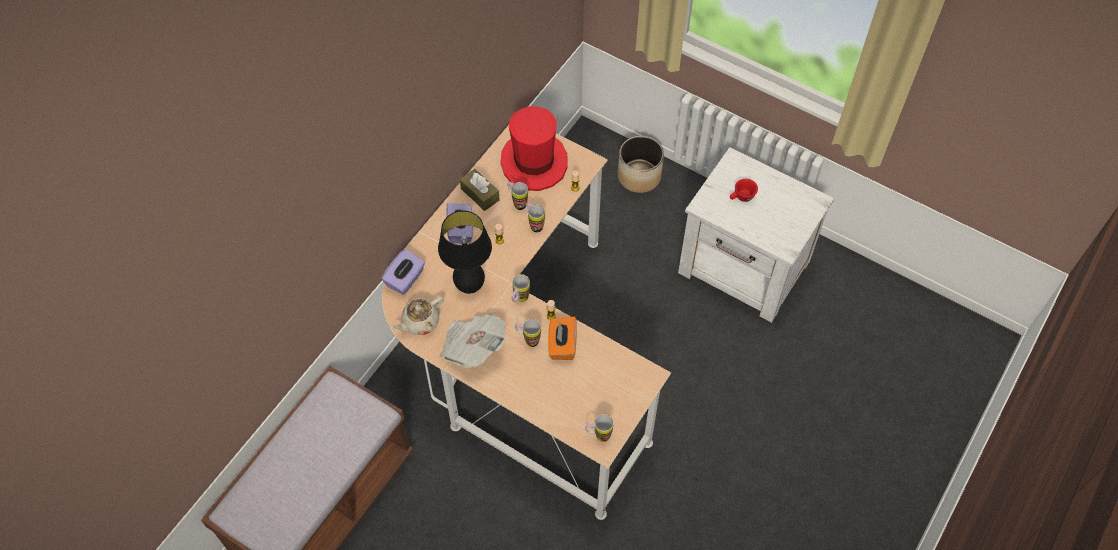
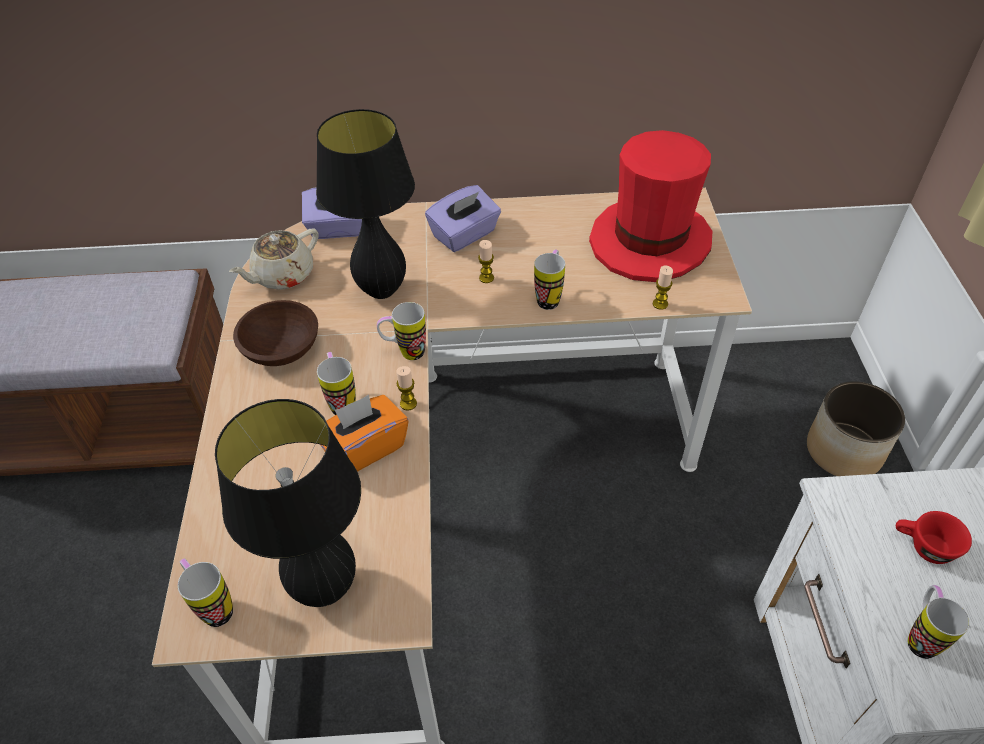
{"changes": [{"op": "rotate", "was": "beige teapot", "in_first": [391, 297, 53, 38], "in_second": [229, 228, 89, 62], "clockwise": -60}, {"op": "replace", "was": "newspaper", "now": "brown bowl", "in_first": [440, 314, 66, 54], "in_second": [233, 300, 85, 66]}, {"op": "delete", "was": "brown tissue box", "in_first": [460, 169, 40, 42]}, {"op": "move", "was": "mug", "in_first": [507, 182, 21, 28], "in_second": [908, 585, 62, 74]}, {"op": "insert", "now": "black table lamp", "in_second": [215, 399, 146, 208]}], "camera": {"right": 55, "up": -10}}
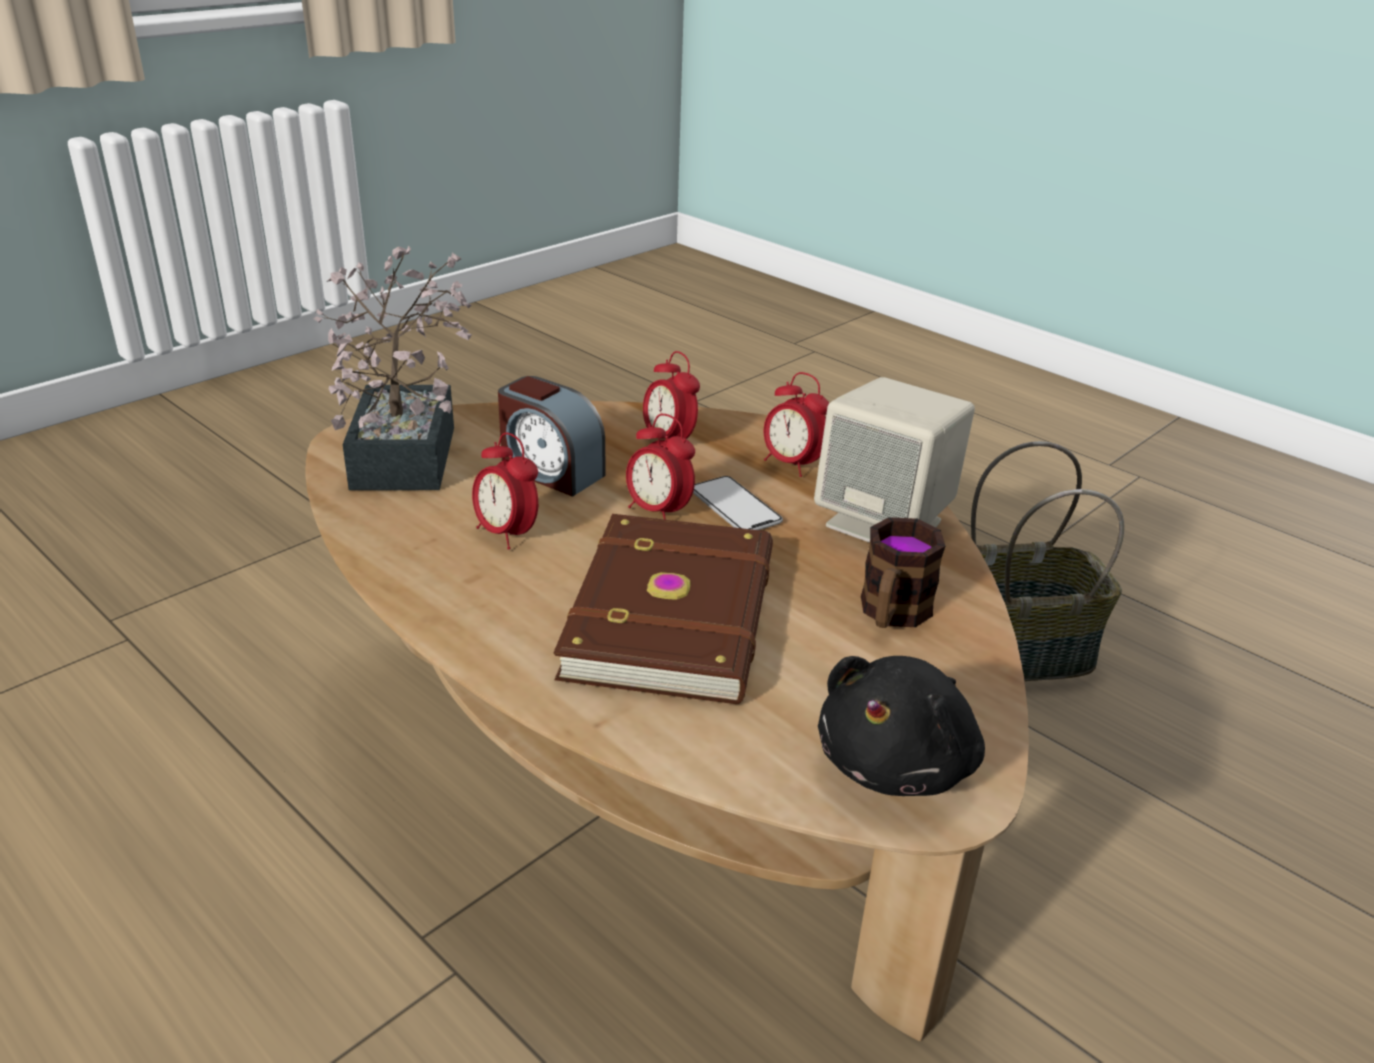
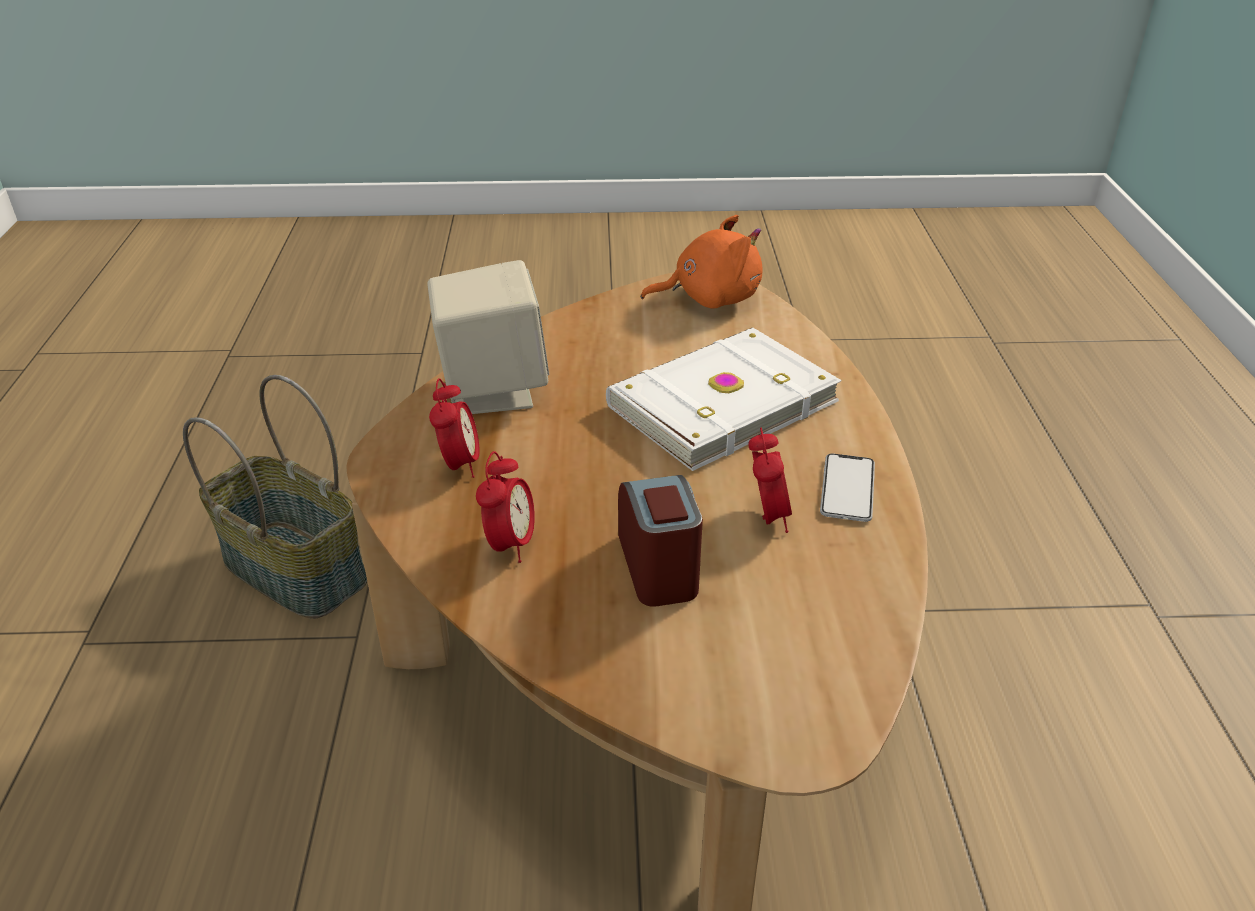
{"changes": [{"op": "delete", "was": "potted plant", "in_first": [313, 245, 159, 245]}, {"op": "recolor", "was": "brown book", "now": "white book", "in_first": [553, 514, 220, 190], "in_second": [606, 328, 236, 143]}, {"op": "delete", "was": "alarm clock", "in_first": [626, 414, 69, 106]}, {"op": "move", "was": "phone", "in_first": [693, 476, 90, 54], "in_second": [820, 453, 55, 69]}, {"op": "recolor", "was": "black plush toy", "now": "orange plush toy", "in_first": [818, 656, 167, 140], "in_second": [641, 215, 122, 94]}, {"op": "delete", "was": "mug", "in_first": [861, 517, 84, 111]}], "camera": {"right": -135, "up": 5}}
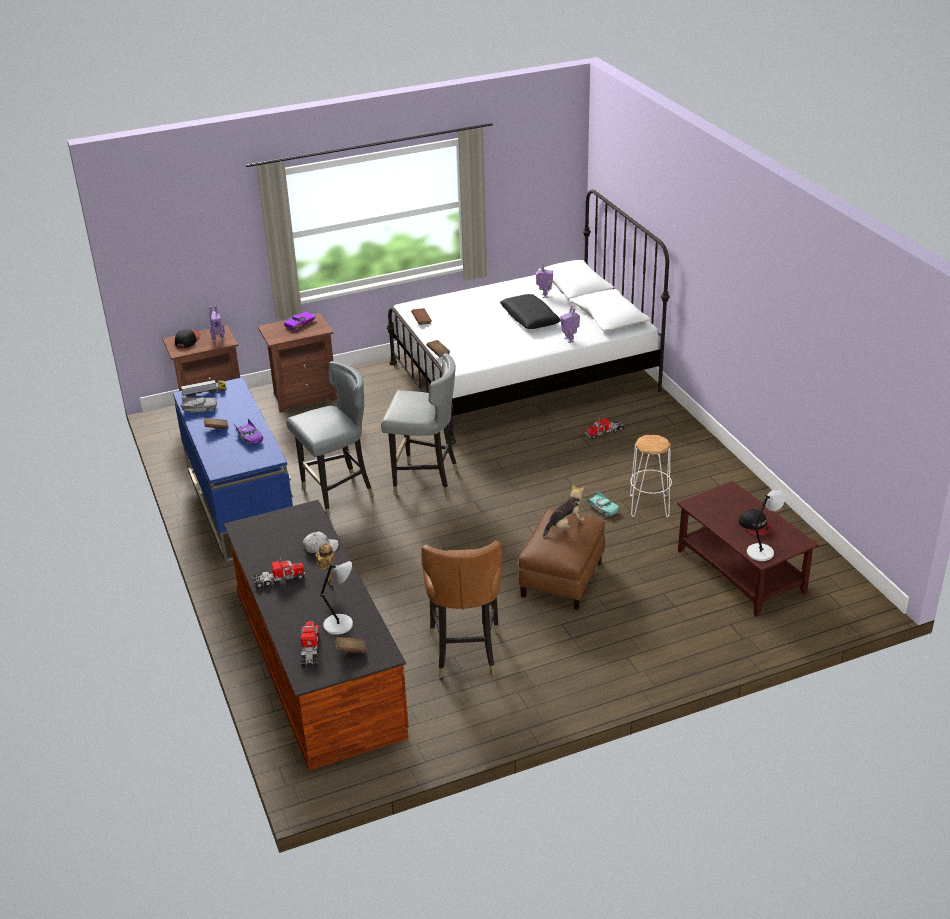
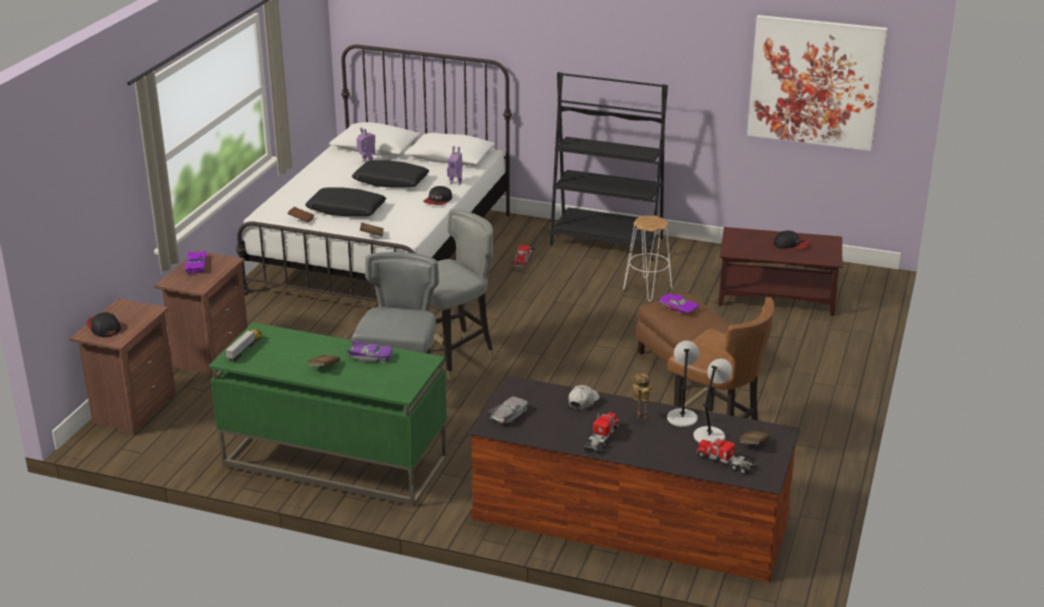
{"changes": [{"op": "recolor", "was": "blue desk", "now": "green desk", "in_first": [173, 377, 120, 187], "in_second": [209, 322, 238, 185]}, {"op": "move", "was": "grey toy car", "in_first": [180, 397, 37, 16], "in_second": [488, 396, 41, 28]}, {"op": "delete", "was": "toy robot", "in_first": [209, 306, 16, 36]}, {"op": "replace", "was": "plush toy", "now": "purple toy car", "in_first": [543, 484, 41, 53], "in_second": [659, 293, 40, 21]}, {"op": "delete", "was": "turquoise toy car", "in_first": [585, 490, 34, 27]}, {"op": "move", "was": "grey table lamp", "in_first": [747, 490, 38, 71], "in_second": [667, 341, 32, 86]}, {"op": "insert", "now": "black pillow", "in_second": [305, 187, 81, 29]}, {"op": "insert", "now": "cap", "in_second": [423, 186, 29, 19]}, {"op": "insert", "now": "black bookcase", "in_second": [550, 72, 118, 189]}, {"op": "insert", "now": "picture", "in_second": [747, 15, 140, 136]}], "camera": {"right": -50, "up": -5}}
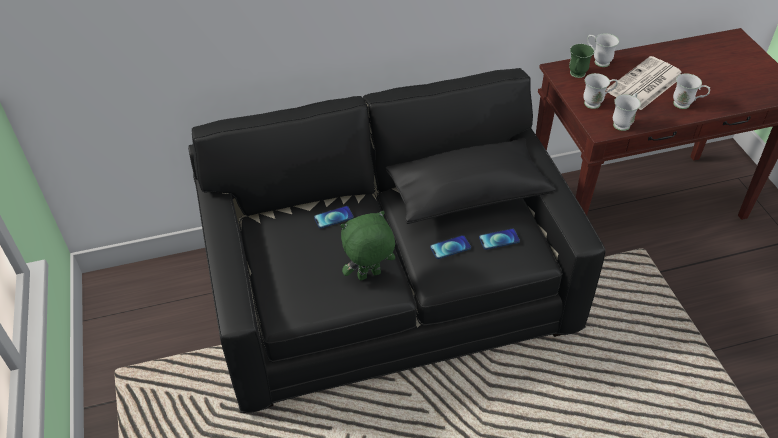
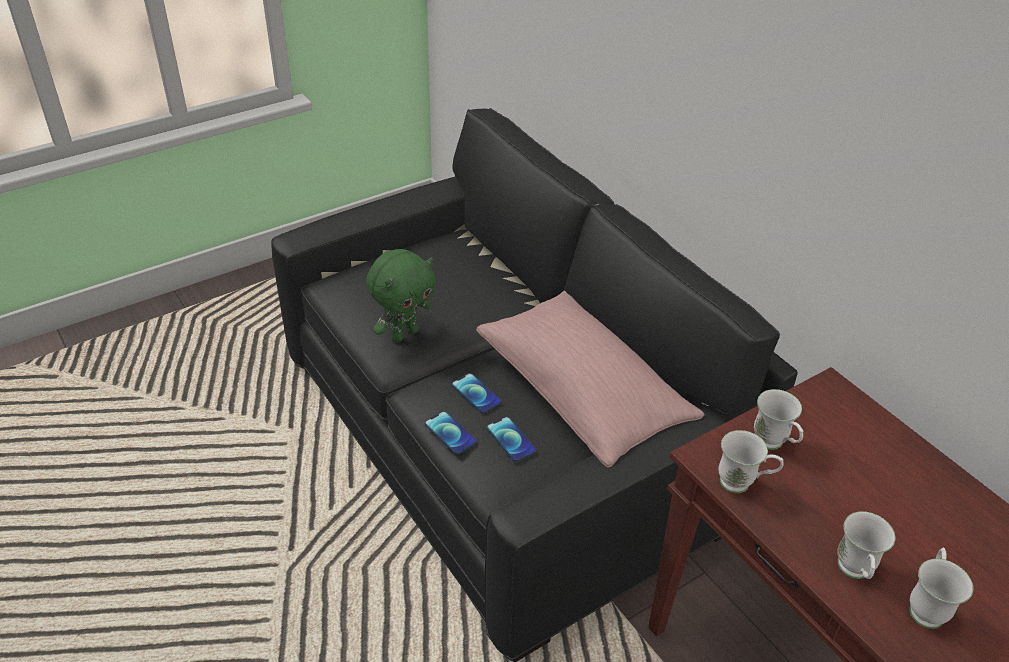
{"changes": [{"op": "move", "was": "phone", "in_first": [314, 206, 40, 22], "in_second": [425, 411, 51, 44]}, {"op": "rotate", "was": "green plush toy", "in_first": [340, 211, 55, 70], "in_second": [366, 249, 70, 93], "clockwise": 90}, {"op": "recolor", "was": "black pillow", "now": "pink pillow", "in_first": [385, 138, 171, 86], "in_second": [476, 291, 229, 177]}, {"op": "delete", "was": "green mug", "in_first": [569, 44, 25, 34]}, {"op": "move", "was": "white mug", "in_first": [587, 33, 32, 34], "in_second": [909, 547, 64, 82]}, {"op": "delete", "was": "newspaper", "in_first": [606, 56, 75, 54]}], "camera": {"right": 70, "up": -5}}
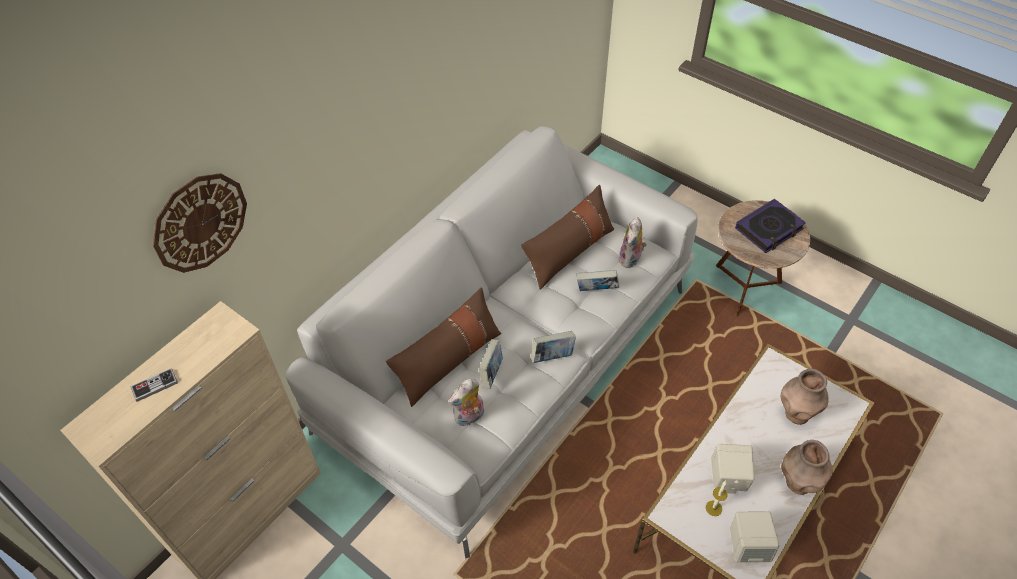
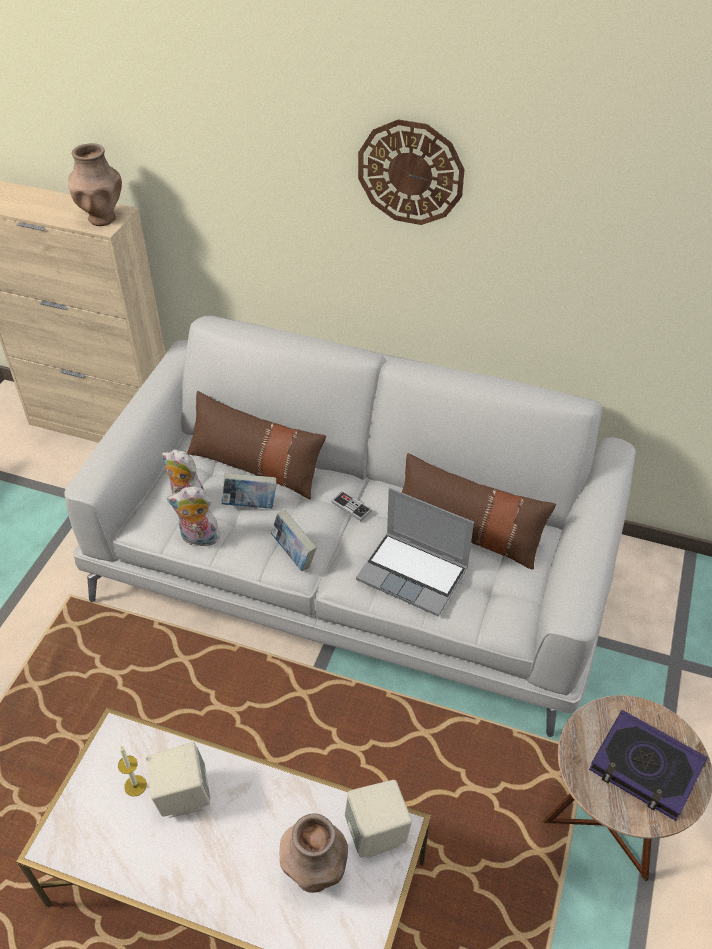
{"changes": [{"op": "move", "was": "game controller", "in_first": [131, 368, 47, 34], "in_second": [331, 491, 41, 30]}, {"op": "move", "was": "wall clock", "in_first": [153, 173, 94, 100], "in_second": [358, 119, 107, 106]}, {"op": "replace", "was": "book", "now": "laptop", "in_first": [576, 270, 43, 21], "in_second": [356, 488, 118, 128]}, {"op": "move", "was": "plush toy", "in_first": [619, 217, 28, 51], "in_second": [167, 487, 55, 60]}, {"op": "move", "was": "beige speaker", "in_first": [730, 512, 50, 50], "in_second": [345, 780, 67, 78]}, {"op": "move", "was": "brown vase", "in_first": [781, 440, 52, 55], "in_second": [68, 143, 54, 83]}], "camera": {"right": 70, "up": -5}}
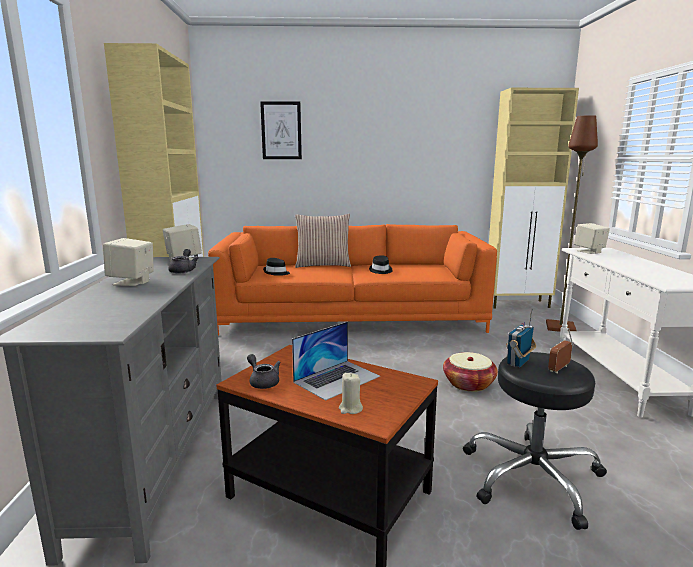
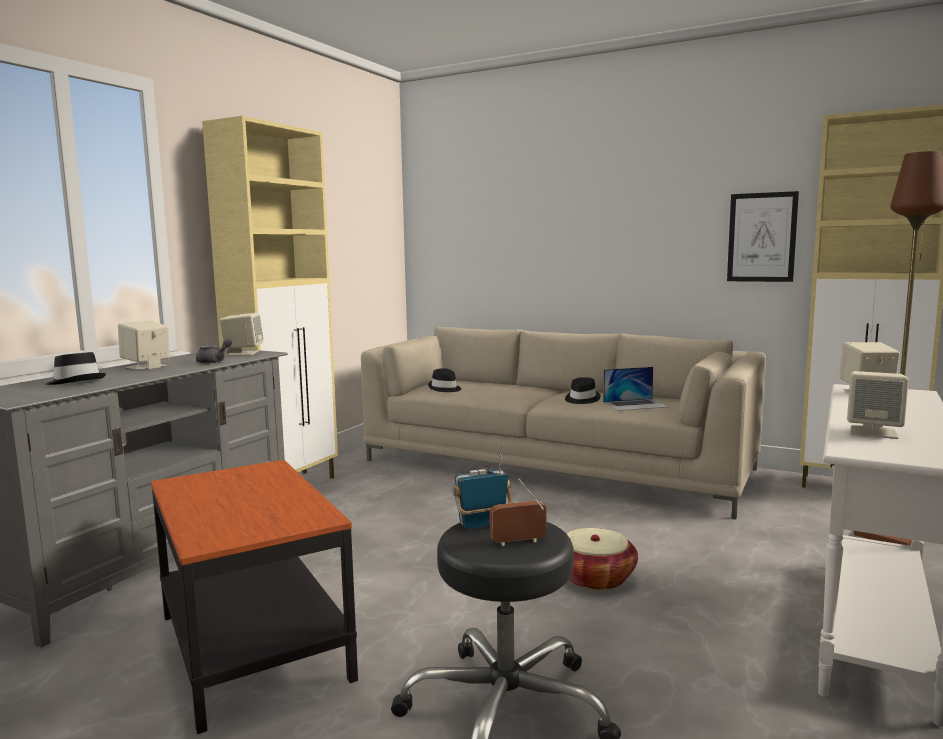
{"changes": [{"op": "recolor", "was": "orange sofa", "now": "beige sofa", "in_first": [208, 224, 289, 112], "in_second": [361, 327, 405, 192]}, {"op": "delete", "was": "grey teapot", "in_first": [247, 354, 34, 35]}, {"op": "move", "was": "picture", "in_first": [260, 101, 42, 58], "in_second": [727, 191, 72, 91]}, {"op": "move", "was": "laptop", "in_first": [292, 322, 88, 79], "in_second": [603, 367, 66, 44]}, {"op": "delete", "was": "pillow", "in_first": [295, 214, 56, 54]}, {"op": "delete", "was": "beige candle", "in_first": [339, 373, 24, 41]}, {"op": "insert", "now": "black hat", "in_second": [46, 352, 60, 33]}, {"op": "insert", "now": "beige speaker", "in_second": [847, 371, 62, 68]}], "camera": {"right": 30, "up": -5}}
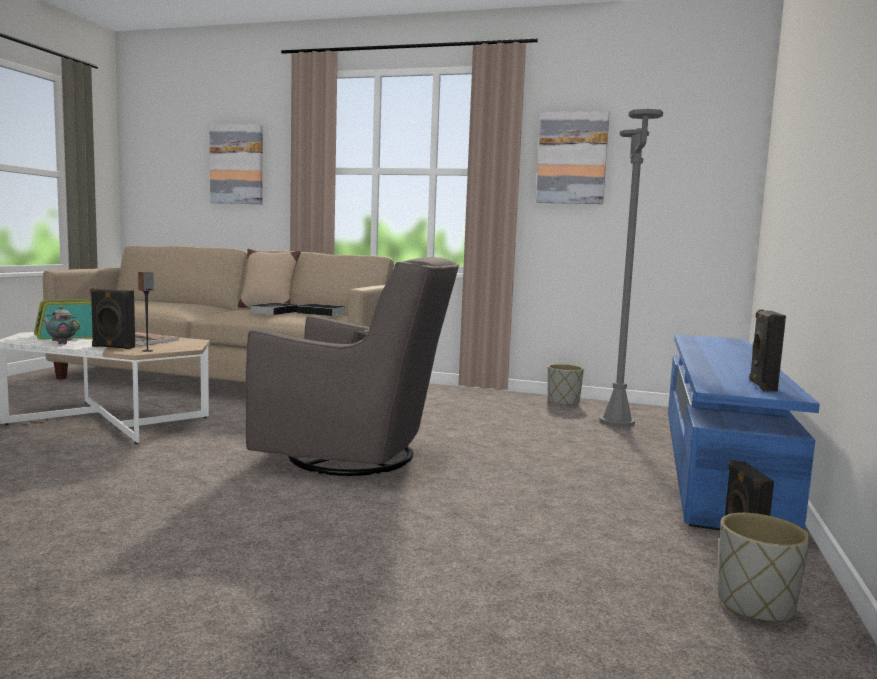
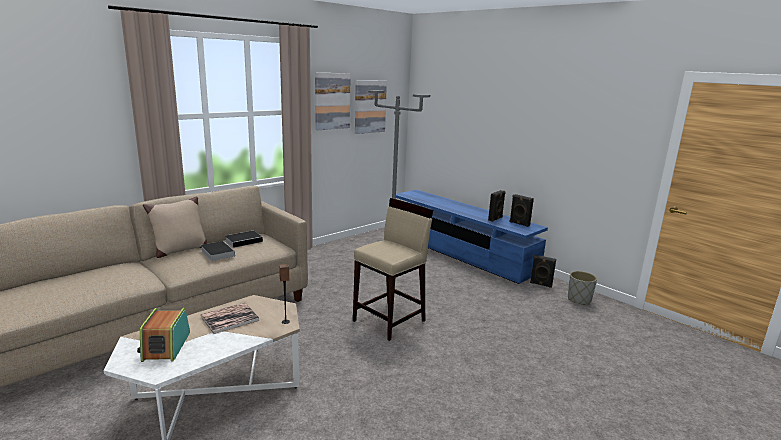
{"changes": [{"op": "delete", "was": "teapot", "in_first": [42, 306, 38, 39]}, {"op": "move", "was": "black speaker", "in_first": [90, 289, 45, 60], "in_second": [488, 190, 17, 32]}, {"op": "move", "was": "picture", "in_first": [210, 124, 53, 80], "in_second": [355, 81, 32, 53]}, {"op": "replace", "was": "grey armchair", "now": "beige stool", "in_first": [246, 257, 213, 219], "in_second": [353, 198, 80, 143]}, {"op": "delete", "was": "grey planter", "in_first": [548, 364, 36, 42]}], "camera": {"right": -60, "up": 10}}
